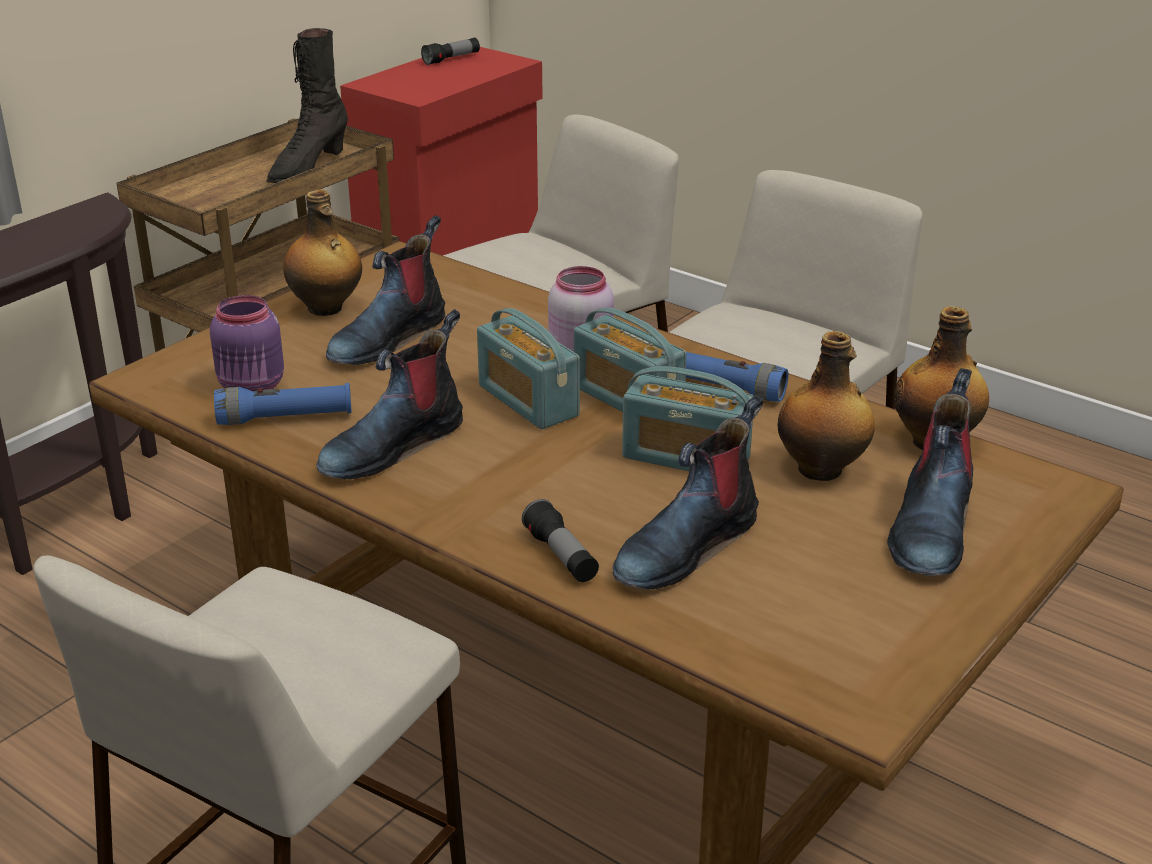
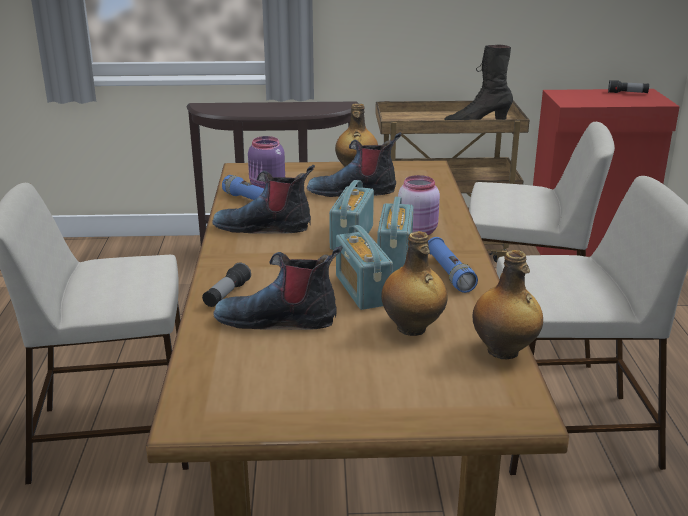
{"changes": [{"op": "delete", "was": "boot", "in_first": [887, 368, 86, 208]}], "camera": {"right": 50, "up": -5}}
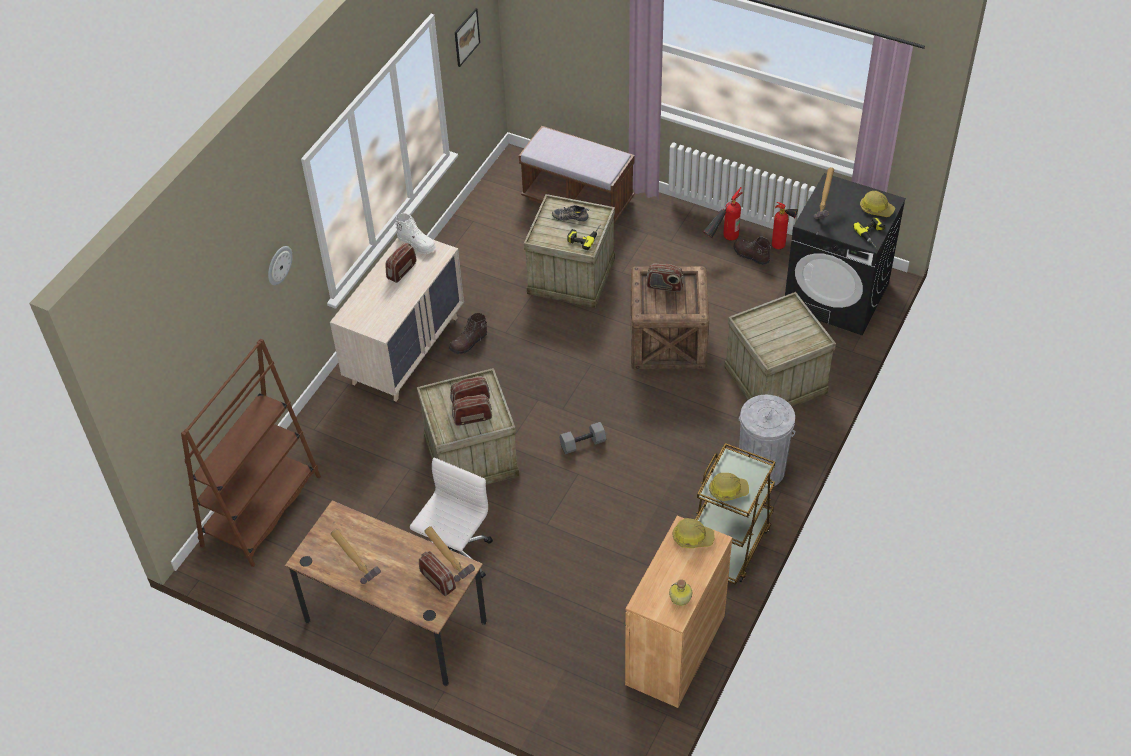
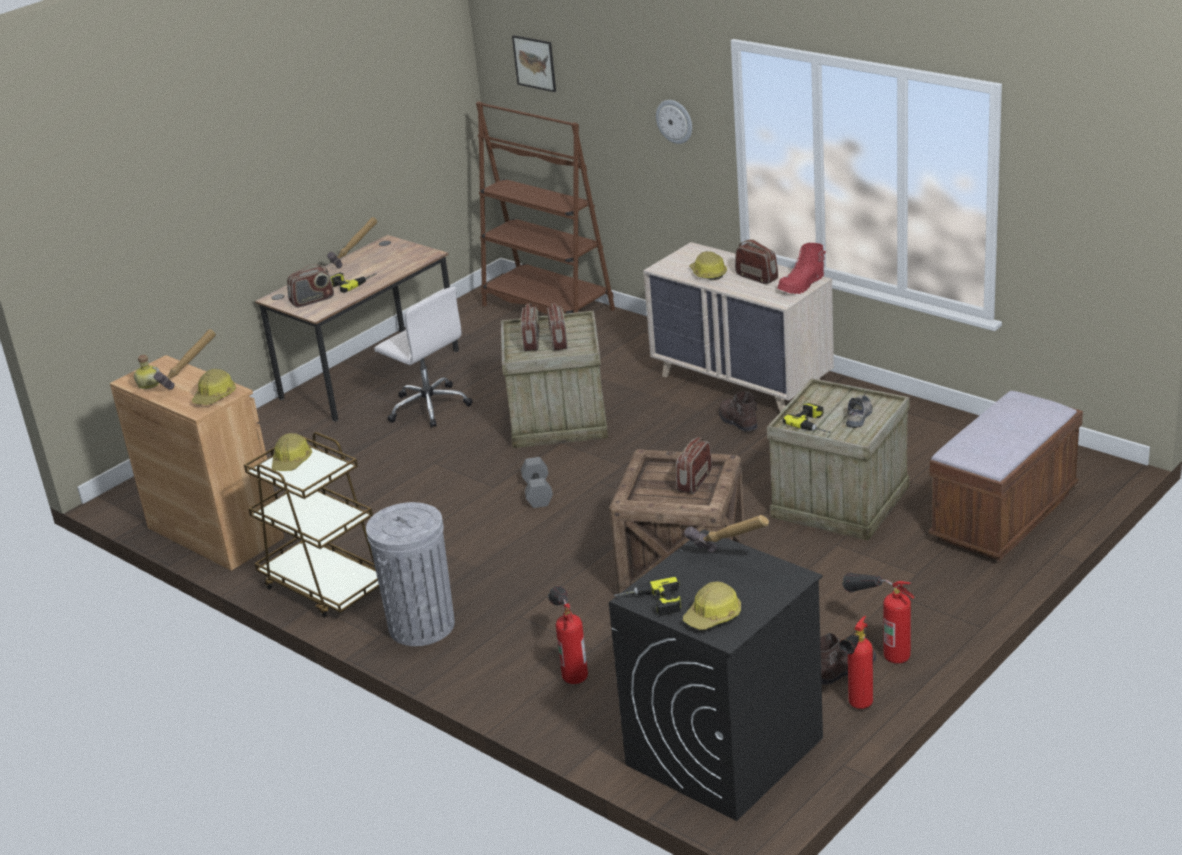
{"changes": [{"op": "recolor", "was": "white boot", "now": "red boot", "in_first": [395, 213, 41, 41], "in_second": [777, 243, 49, 51]}, {"op": "move", "was": "hammer", "in_first": [424, 526, 51, 56], "in_second": [153, 329, 63, 61]}, {"op": "move", "was": "picture", "in_first": [455, 8, 25, 59], "in_second": [512, 35, 44, 57]}, {"op": "replace", "was": "crate", "now": "fire extinguisher", "in_first": [724, 292, 112, 115], "in_second": [548, 586, 40, 98]}, {"op": "insert", "now": "power drill", "in_second": [330, 272, 47, 21]}, {"op": "insert", "now": "hard hat", "in_second": [690, 251, 37, 29]}], "camera": {"right": 105, "up": -20}}
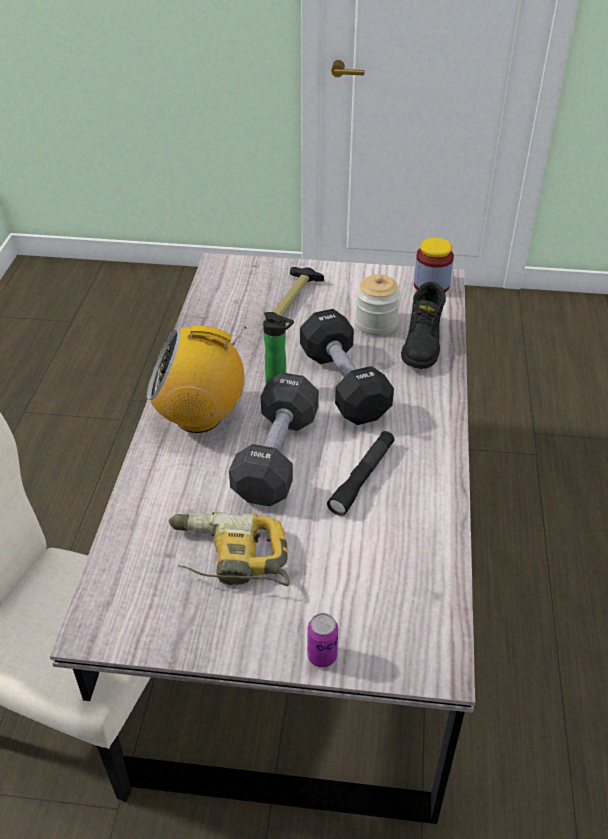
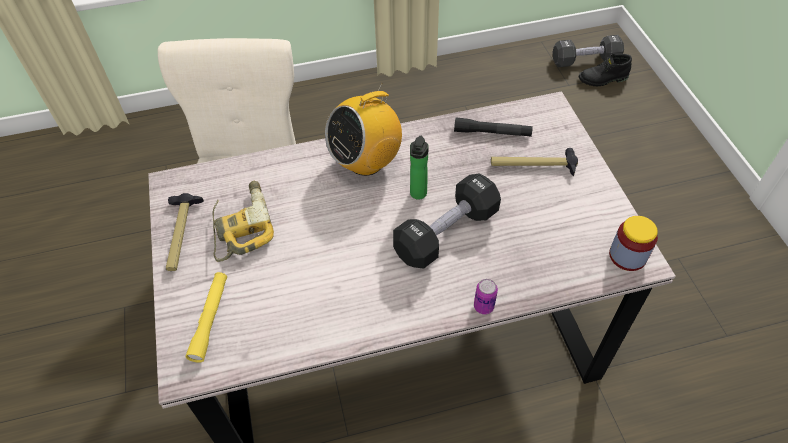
{"changes": [{"op": "rotate", "was": "radio", "in_first": [147, 325, 100, 108], "in_second": [325, 83, 77, 93], "clockwise": -105}, {"op": "move", "was": "black dumbbell", "in_first": [229, 372, 90, 134], "in_second": [553, 35, 71, 32]}, {"op": "move", "was": "can", "in_first": [307, 613, 31, 54], "in_second": [474, 279, 24, 36]}, {"op": "move", "was": "black flashlight", "in_first": [327, 431, 68, 85], "in_second": [454, 117, 79, 20]}, {"op": "delete", "was": "jar", "in_first": [355, 274, 45, 62]}, {"op": "move", "was": "black boot", "in_first": [401, 282, 45, 87], "in_second": [579, 54, 53, 32]}, {"op": "insert", "now": "hammer", "in_second": [166, 193, 38, 78]}, {"op": "insert", "now": "yellow flashlight", "in_second": [185, 272, 42, 91]}], "camera": {"right": 70, "up": 10}}
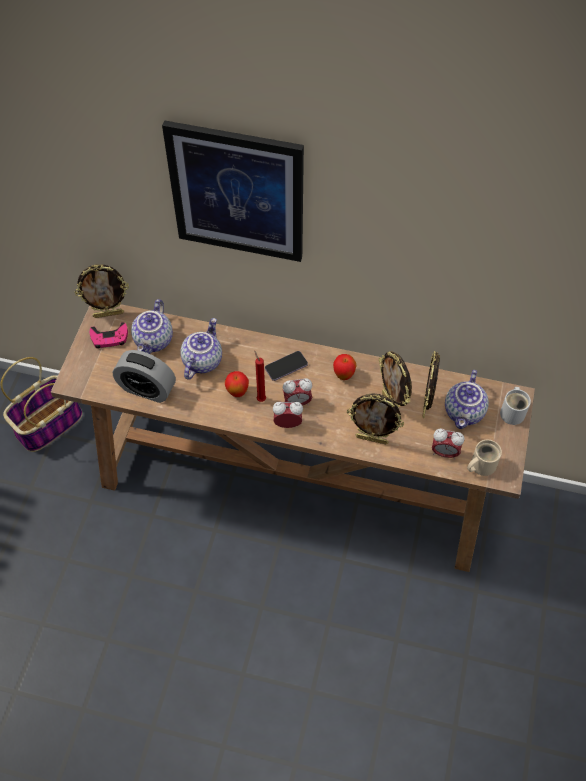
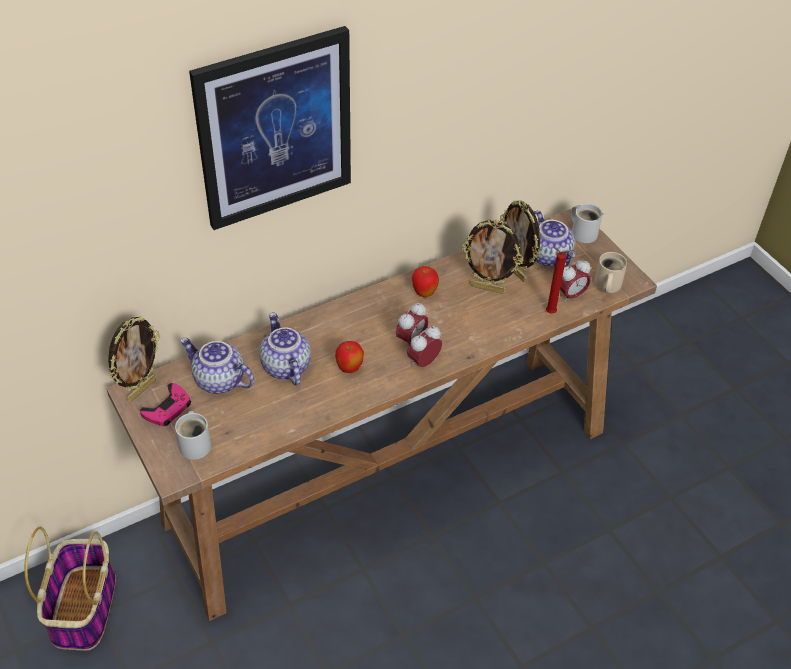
{"changes": [{"op": "delete", "was": "alarm clock", "in_first": [113, 350, 63, 53]}, {"op": "rotate", "was": "teapot", "in_first": [131, 299, 42, 55], "in_second": [180, 338, 74, 56], "clockwise": 150}, {"op": "move", "was": "red candle", "in_first": [254, 350, 12, 52], "in_second": [546, 246, 20, 68]}, {"op": "delete", "was": "phone", "in_first": [265, 351, 43, 30]}, {"op": "delete", "was": "picture frame", "in_first": [347, 393, 57, 52]}, {"op": "insert", "now": "white mug", "in_second": [175, 411, 36, 49]}], "camera": {"right": -45, "up": -10}}
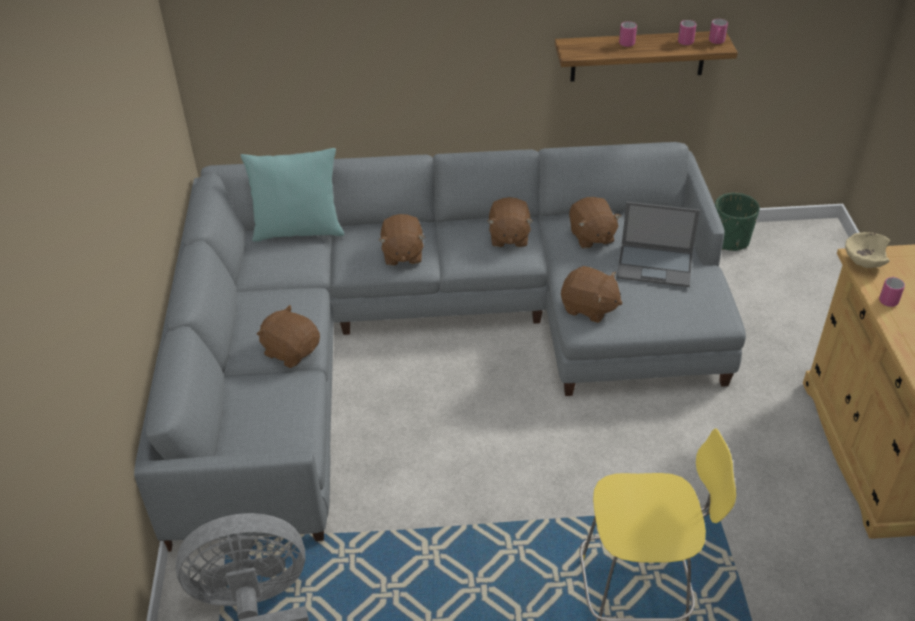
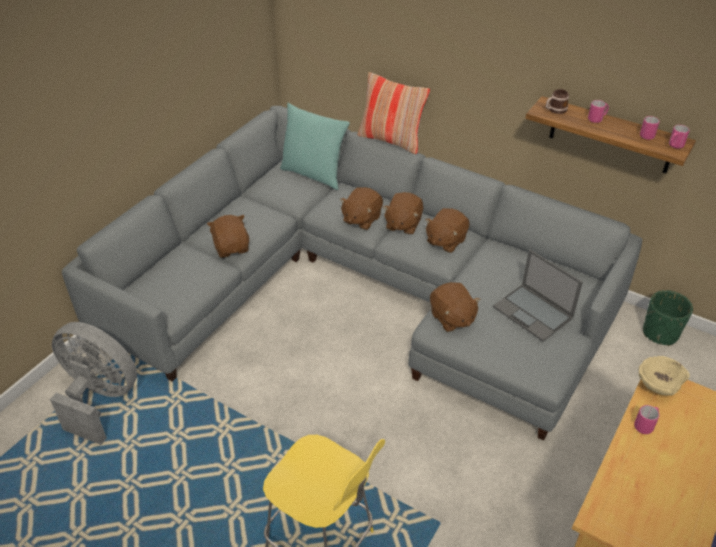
{"changes": [{"op": "move", "was": "brown plush toy", "in_first": [569, 197, 52, 52], "in_second": [383, 192, 40, 42]}, {"op": "insert", "now": "pillow", "in_second": [357, 72, 73, 82]}, {"op": "insert", "now": "mug", "in_second": [546, 89, 23, 25]}], "camera": {"right": 35, "up": 0}}
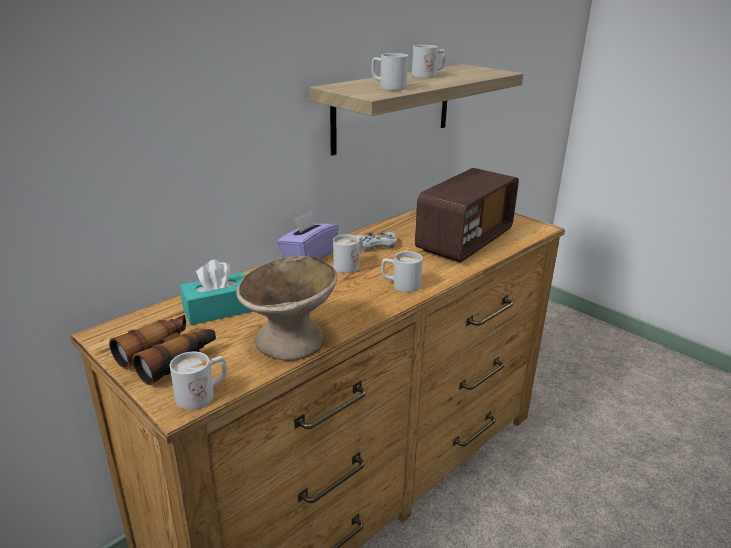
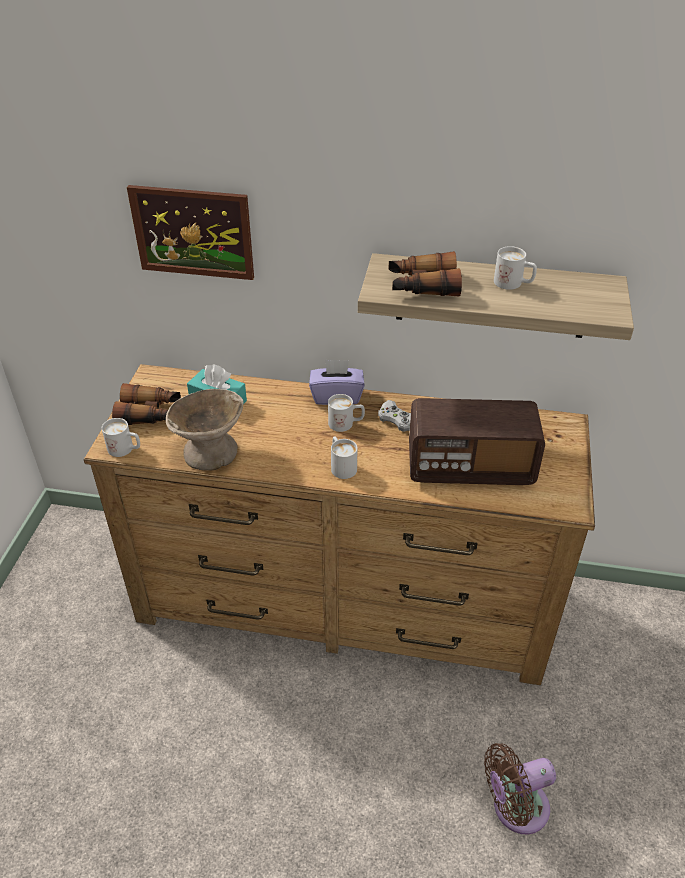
{"changes": [{"op": "replace", "was": "white mug", "now": "binoculars", "in_first": [371, 53, 37, 38], "in_second": [389, 251, 73, 46]}, {"op": "insert", "now": "picture", "in_second": [127, 185, 127, 95]}, {"op": "insert", "now": "brown fan", "in_second": [484, 743, 72, 91]}], "camera": {"right": 55, "up": 15}}
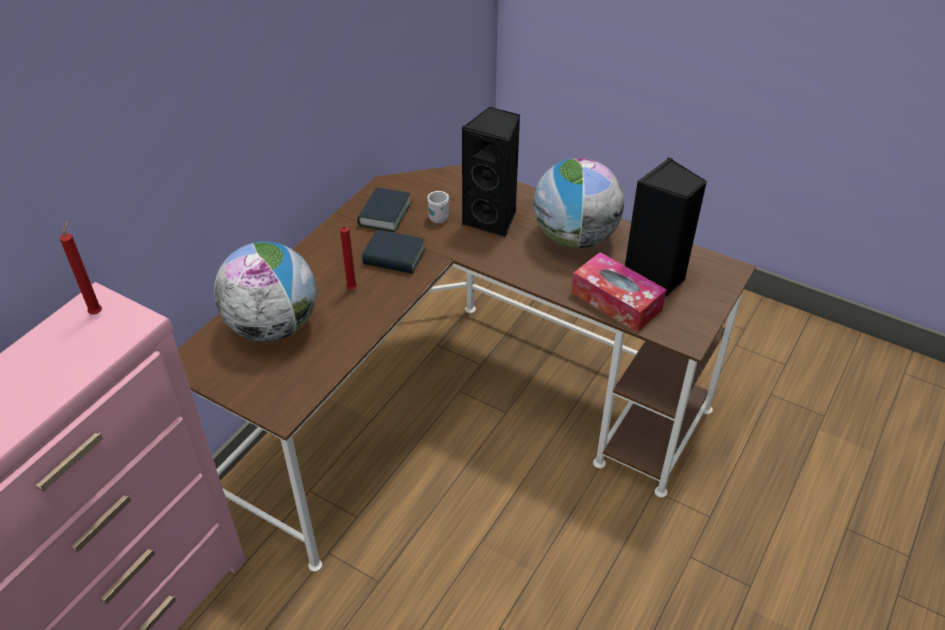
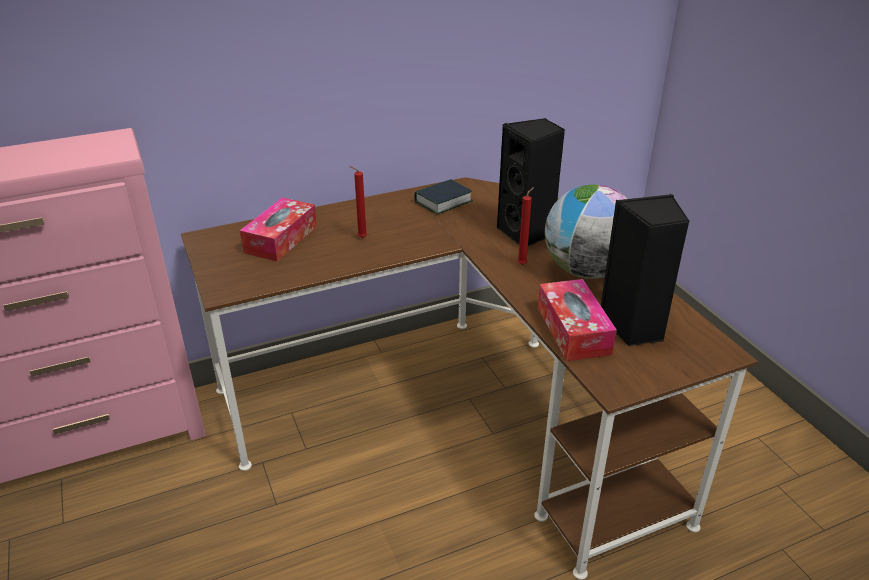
{"changes": [{"op": "move", "was": "red candle", "in_first": [60, 220, 42, 94], "in_second": [517, 187, 17, 78]}, {"op": "replace", "was": "globe", "now": "tissue box", "in_first": [214, 242, 102, 100], "in_second": [240, 198, 77, 64]}, {"op": "delete", "was": "book", "in_first": [362, 230, 64, 44]}, {"op": "delete", "was": "white mug", "in_first": [428, 191, 22, 32]}], "camera": {"right": 35, "up": -10}}
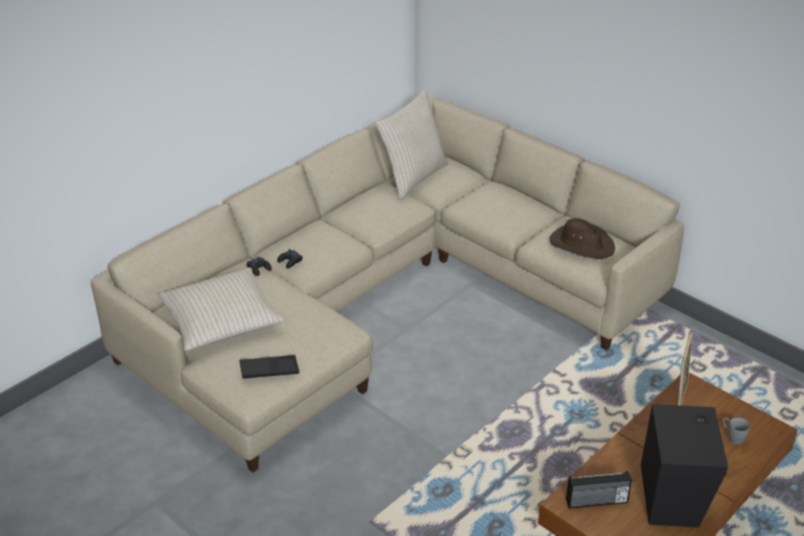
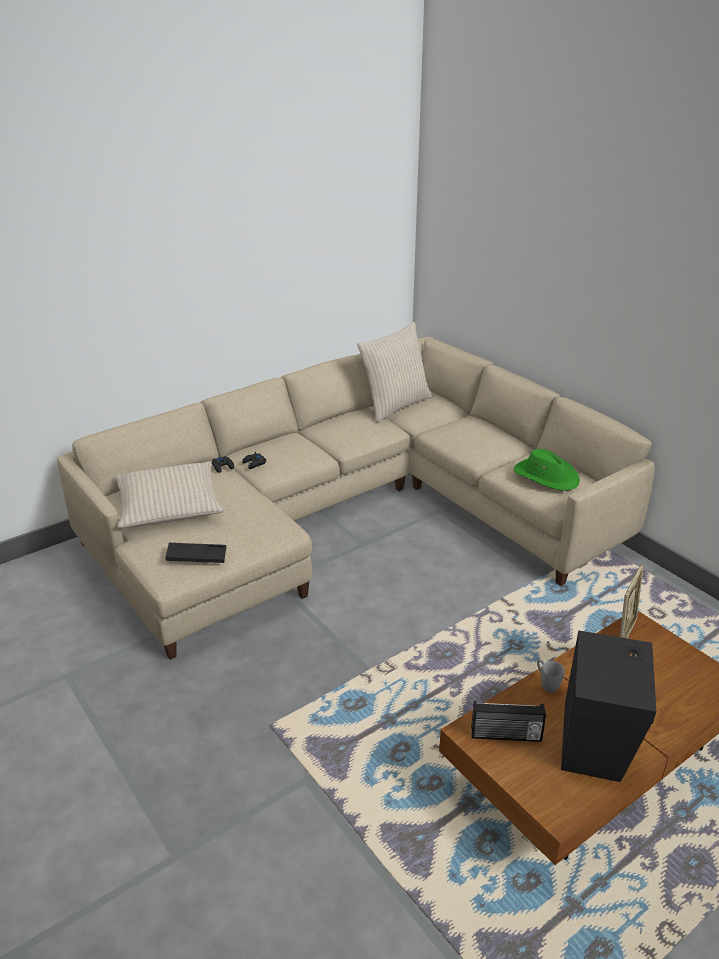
{"changes": [{"op": "recolor", "was": "brown hat", "now": "green hat", "in_first": [550, 218, 65, 41], "in_second": [514, 449, 66, 42]}, {"op": "move", "was": "grey mug", "in_first": [723, 417, 27, 28], "in_second": [537, 659, 28, 33]}], "camera": {"right": 10, "up": -5}}
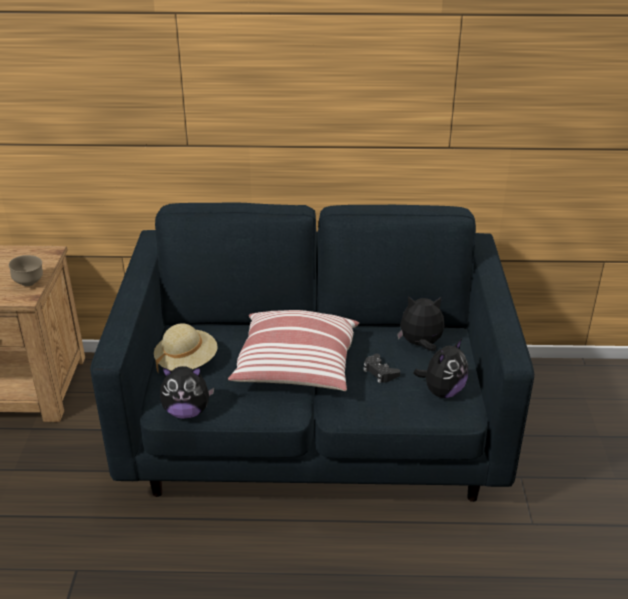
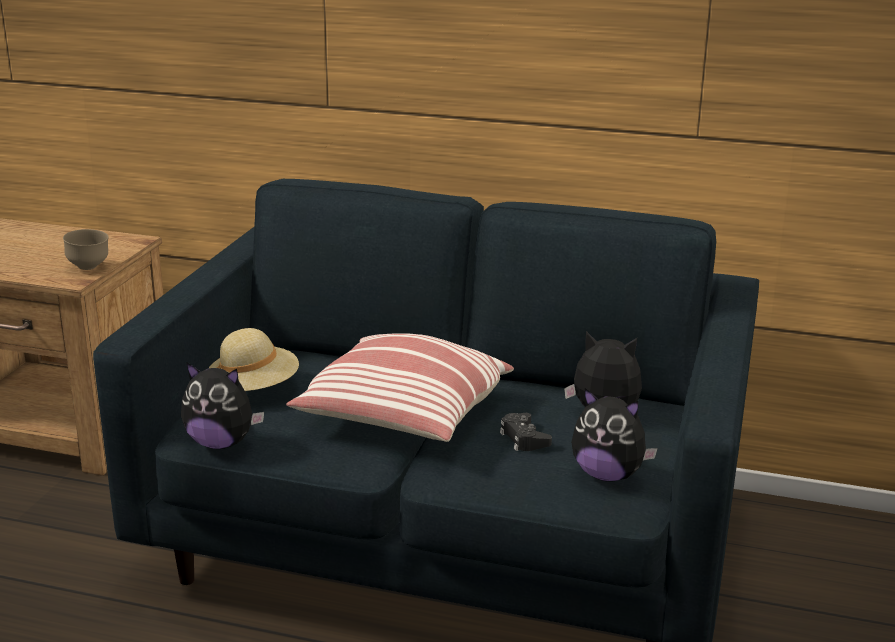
{"changes": [{"op": "rotate", "was": "plush toy", "in_first": [413, 339, 55, 59], "in_second": [571, 388, 87, 94], "clockwise": 60}], "camera": {"right": 15, "up": -10}}
